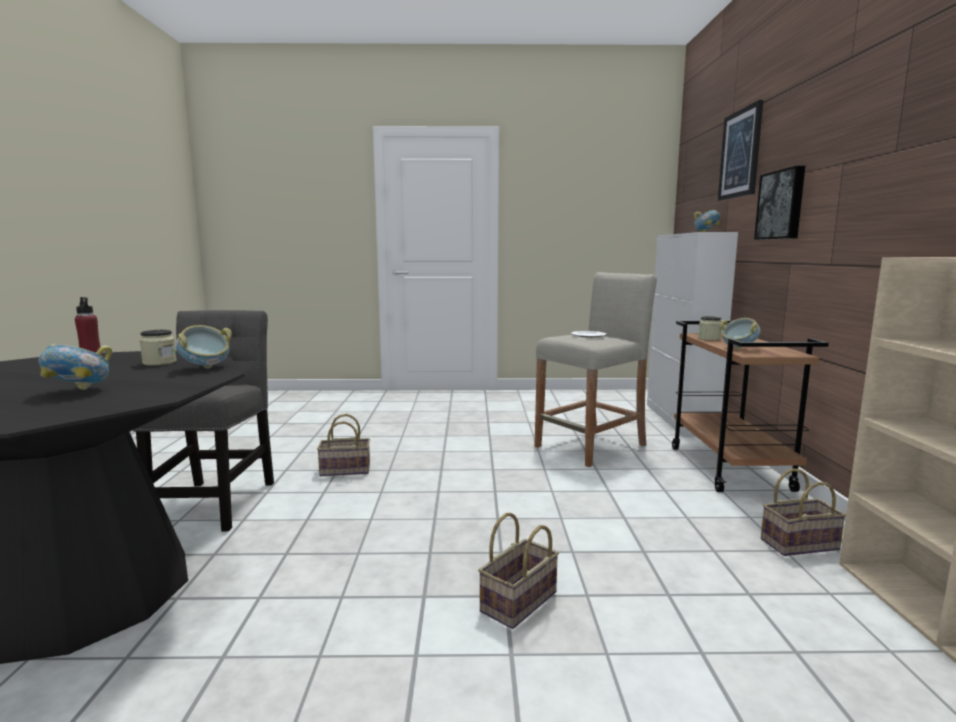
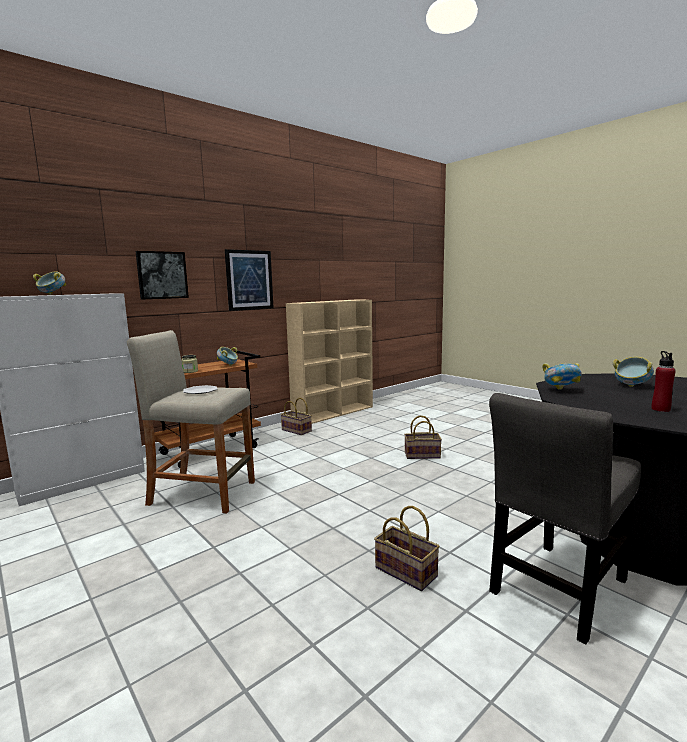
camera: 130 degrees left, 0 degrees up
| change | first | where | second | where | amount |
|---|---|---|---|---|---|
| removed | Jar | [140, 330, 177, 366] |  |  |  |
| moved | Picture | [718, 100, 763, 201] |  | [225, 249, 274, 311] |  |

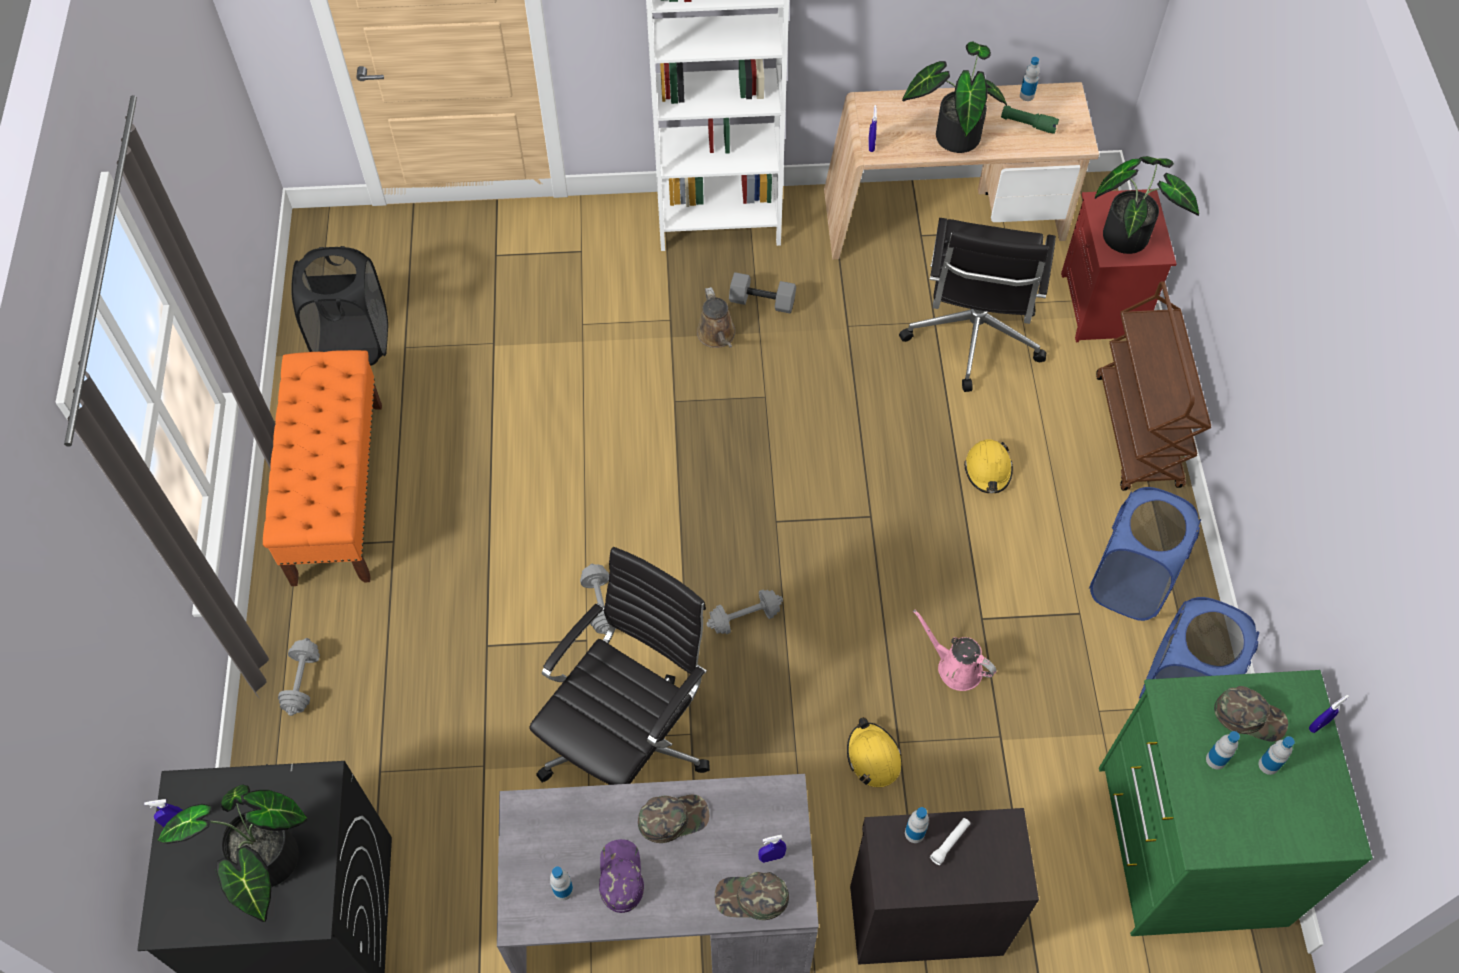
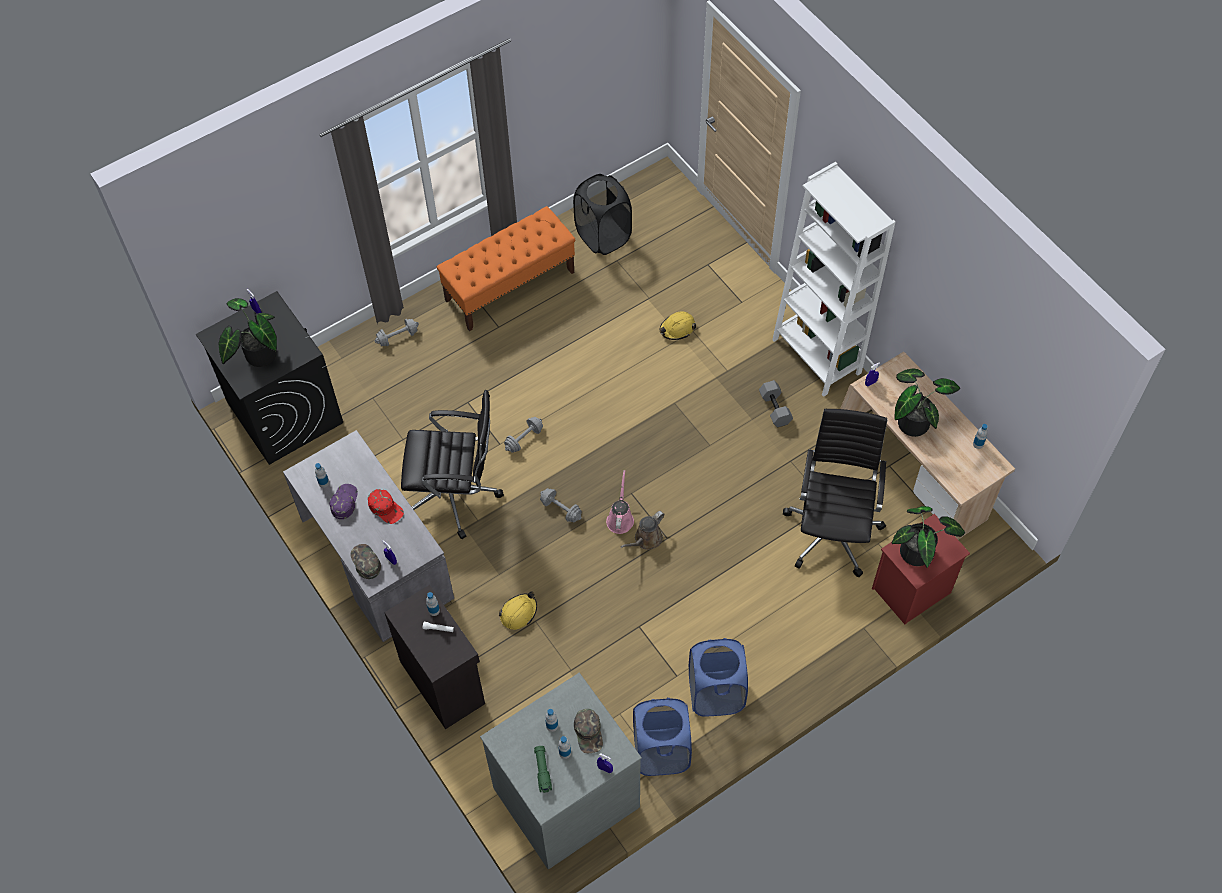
camera: 60 degrees right, 0 degrees up
| change | first | where | second | where | amount |
|---|---|---|---|---|---|
| turned | PurpleCap | [599, 839, 644, 913] |  | [330, 484, 358, 519] | 45 degrees counterclockwise |
| recoloured | GreenCap | [638, 794, 710, 843] | RedCap | [368, 489, 404, 524] |  |
| moved | BrownWateringCan | [697, 287, 736, 348] |  | [620, 511, 664, 550] |  |
| turned | BlackOfficeChair | [899, 218, 1056, 392] |  | [783, 409, 888, 577] | 120 degrees clockwise |
| moved | PinkWateringCan | [913, 609, 996, 691] |  | [606, 470, 634, 534] |  |
| moved | YellowHardHat | [964, 439, 1013, 494] |  | [660, 312, 696, 340] |  |
| moved | GreenFlashlight | [1001, 105, 1059, 134] |  | [534, 746, 552, 793] |  |
| removed | BrownCart | [1096, 281, 1211, 491] |  |  |  |
| recoloured | GreenDresser | [1099, 670, 1373, 936] | GreyDresser | [480, 673, 642, 869] |  |

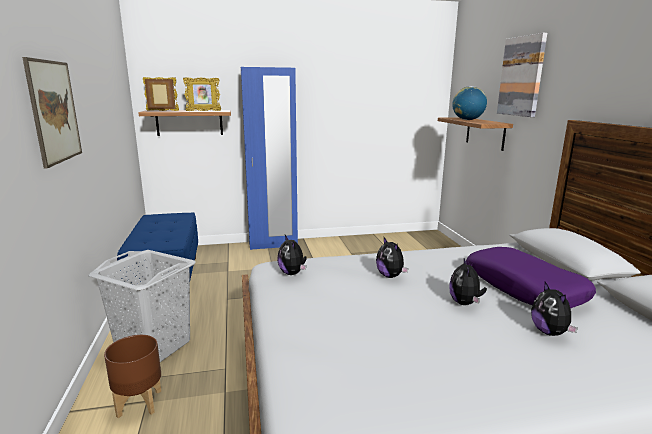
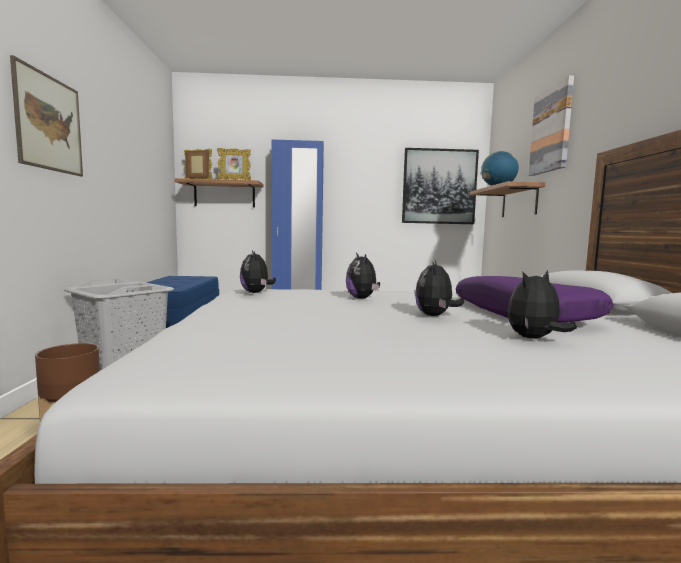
camera: 10 degrees right, 10 degrees down
| change | first | where | second | where | amount |
|---|---|---|---|---|---|
| turned | PlushToy | [531, 282, 578, 336] |  | [507, 270, 577, 338] | 60 degrees clockwise |
| added |  |  | Picture | [402, 148, 479, 224] |  |

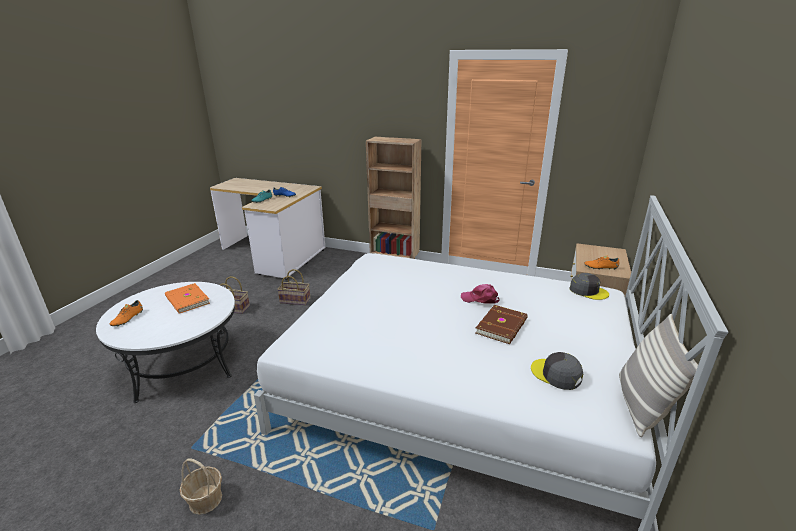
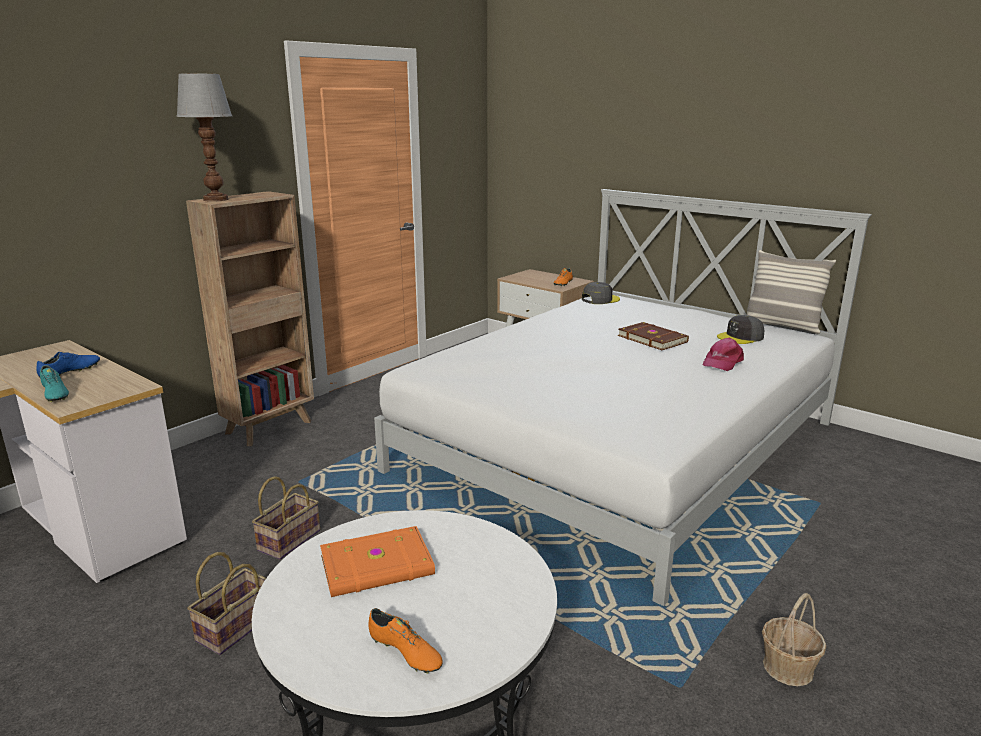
camera: 70 degrees left, 5 degrees down
| change | first | where | second | where | amount |
|---|---|---|---|---|---|
| moved | PinkCap | [461, 284, 500, 304] |  | [703, 338, 744, 371] |  |
| added |  |  | TableLamp | [176, 73, 232, 202] |  |

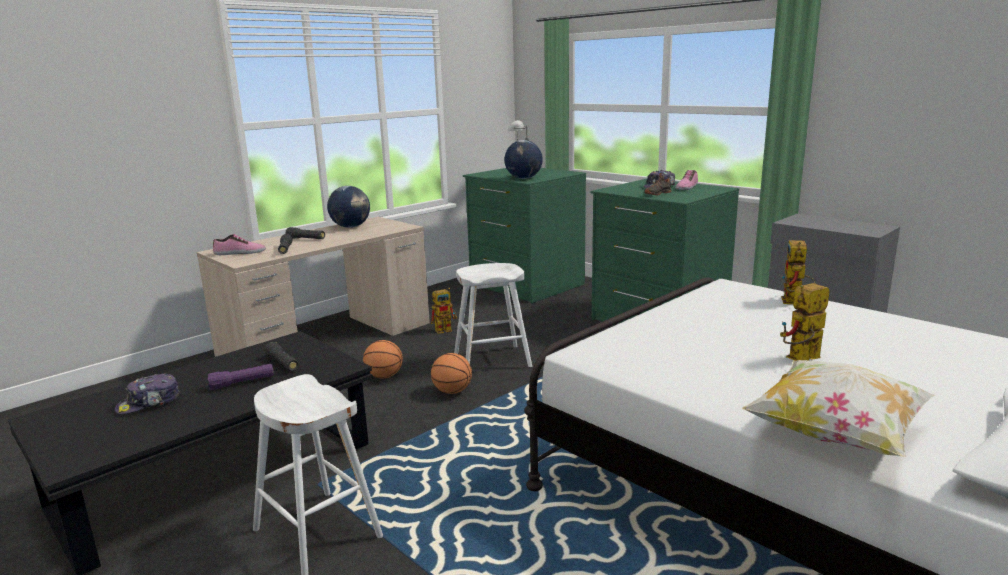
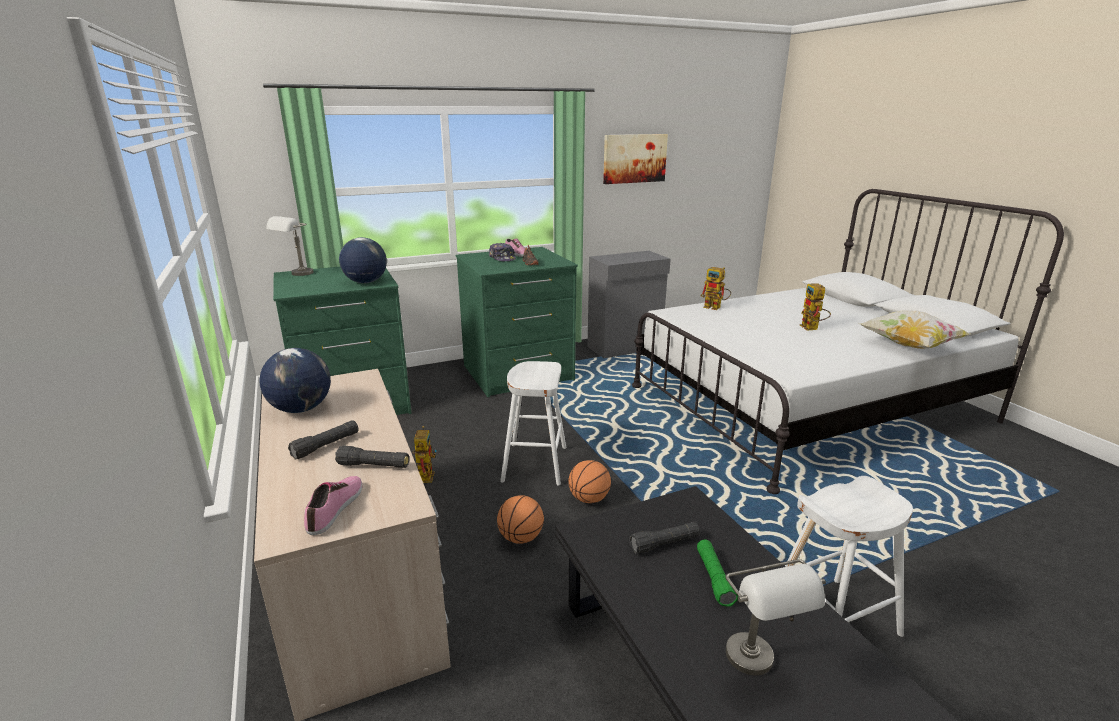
camera: 70 degrees left, 5 degrees up
| change | first | where | second | where | amount |
|---|---|---|---|---|---|
| replaced | Cap | [115, 373, 180, 414] | GreyTableLamp | [725, 559, 826, 675] |  |
| recoloured | PurpleFlashlight | [207, 364, 274, 390] | GreenFlashlight | [697, 539, 738, 607] |  |
| added |  |  | Picture | [603, 134, 668, 184] |  |

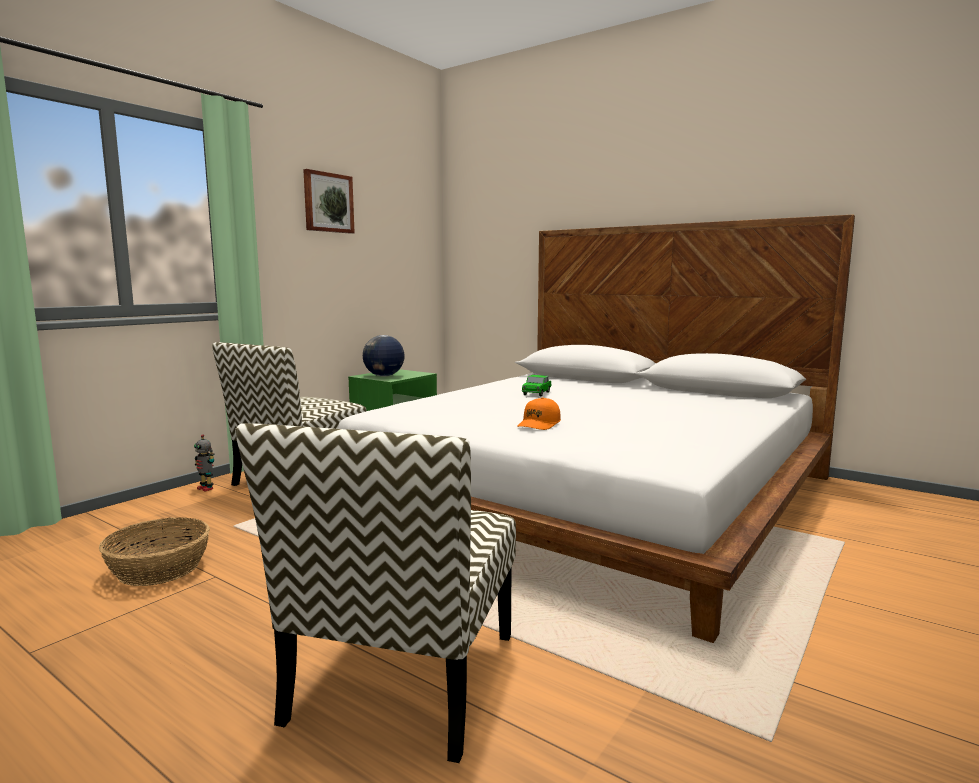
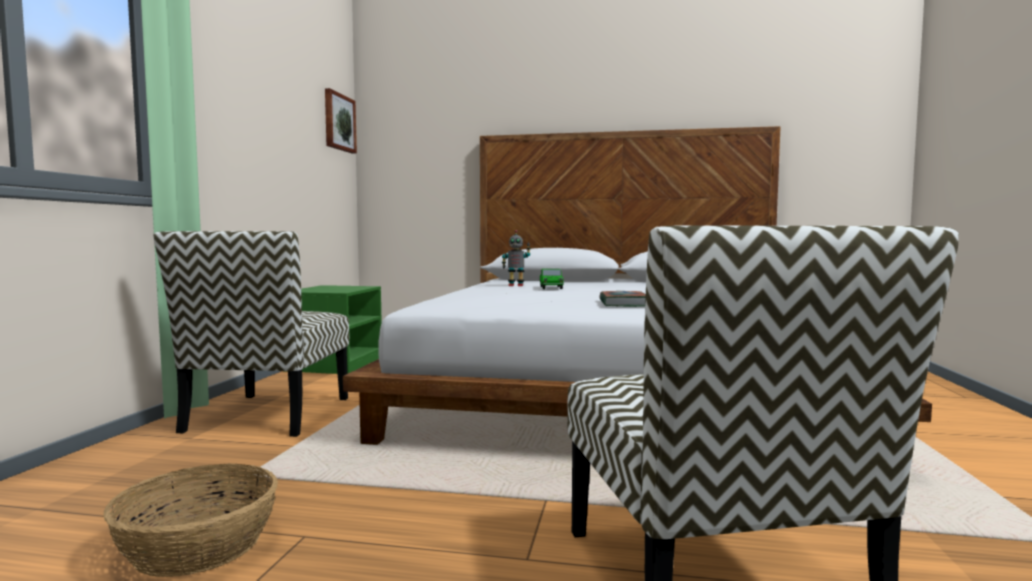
camera: 25 degrees left, 5 degrees down
| change | first | where | second | where | amount |
|---|---|---|---|---|---|
| moved | ToyRobot | [194, 434, 215, 492] |  | [502, 230, 531, 286] |  |
| moved | Picture | [303, 169, 355, 234] |  | [325, 88, 357, 153] |  |
| removed | Globe | [363, 335, 405, 377] |  |  |  |
| replaced | OrangeCap | [517, 397, 561, 430] | Book | [599, 291, 646, 307] |  |

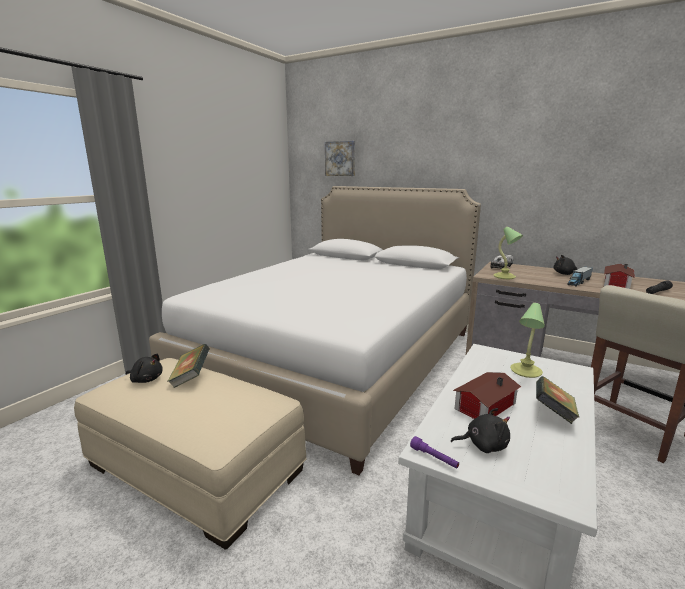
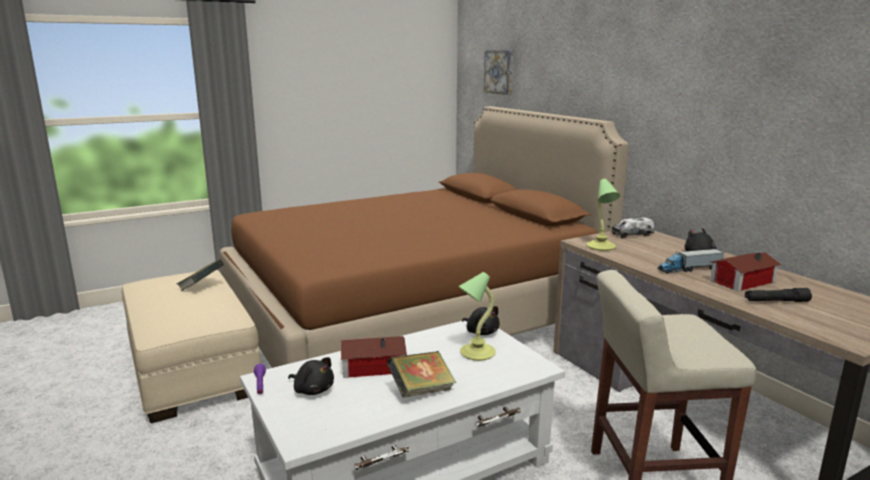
camera: 30 degrees right, 0 degrees up
| change | first | where | second | where | amount |
|---|---|---|---|---|---|
| moved | BlackPlushToy | [126, 354, 162, 383] |  | [462, 306, 500, 335] |  |
| recoloured | WhiteBed | [149, 186, 481, 475] | BrownBed | [219, 106, 629, 368] |  |

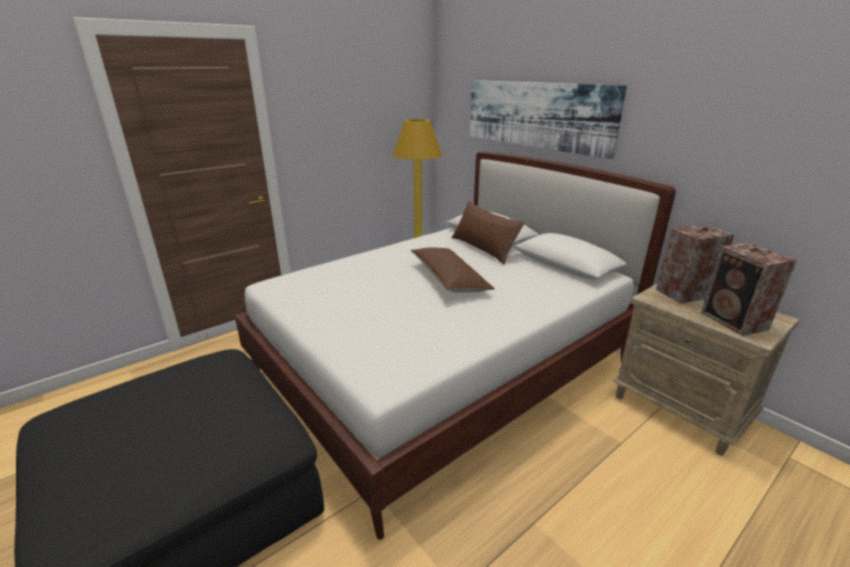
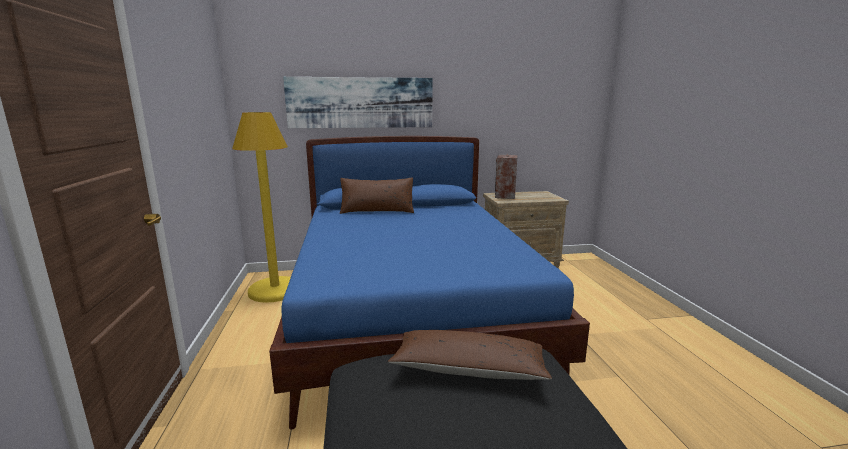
camera: 60 degrees left, 10 degrees down
| change | first | where | second | where | amount |
|---|---|---|---|---|---|
| recoloured | WhiteBed | [234, 151, 676, 540] | BlueBed | [269, 136, 590, 430] |  |
| moved | BrownPillow | [411, 248, 495, 292] |  | [388, 330, 552, 380] |  |
| removed | Speaker | [701, 243, 797, 336] |  |  |  |

